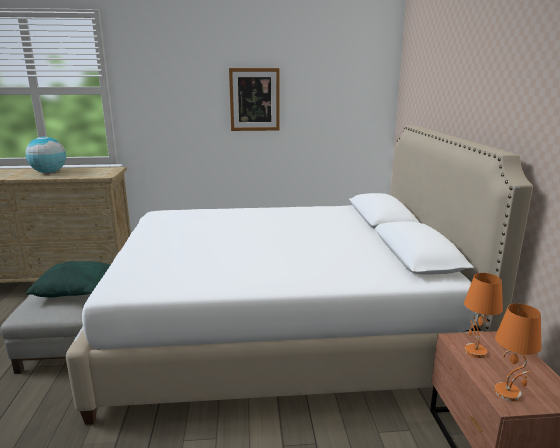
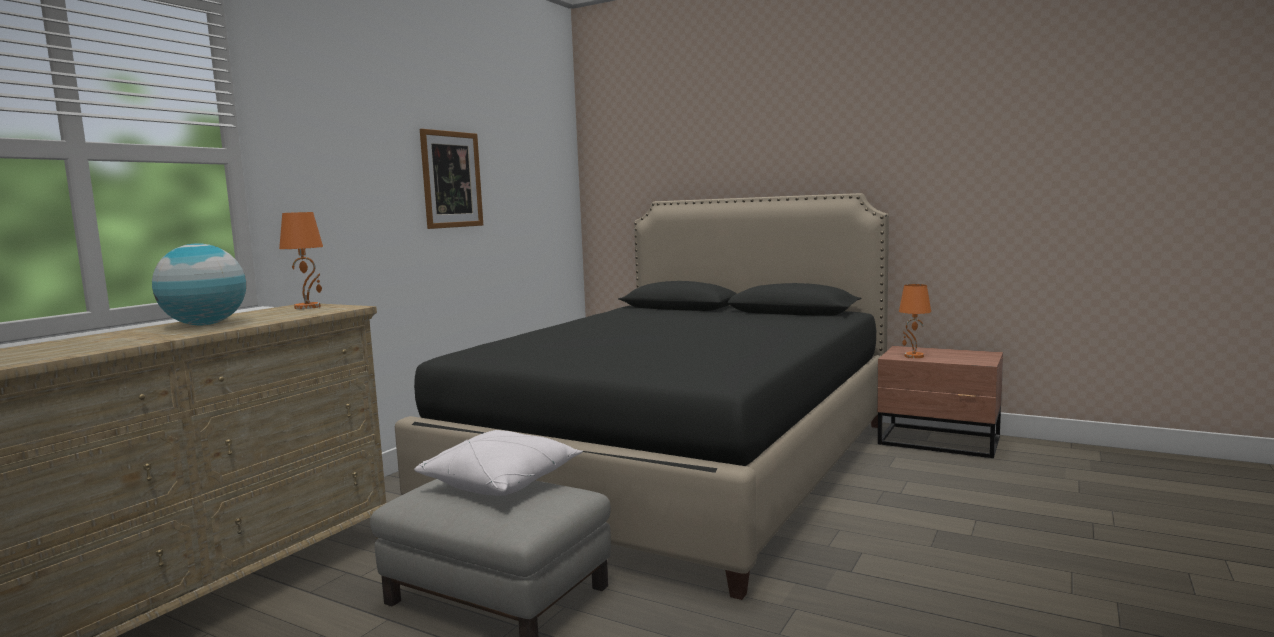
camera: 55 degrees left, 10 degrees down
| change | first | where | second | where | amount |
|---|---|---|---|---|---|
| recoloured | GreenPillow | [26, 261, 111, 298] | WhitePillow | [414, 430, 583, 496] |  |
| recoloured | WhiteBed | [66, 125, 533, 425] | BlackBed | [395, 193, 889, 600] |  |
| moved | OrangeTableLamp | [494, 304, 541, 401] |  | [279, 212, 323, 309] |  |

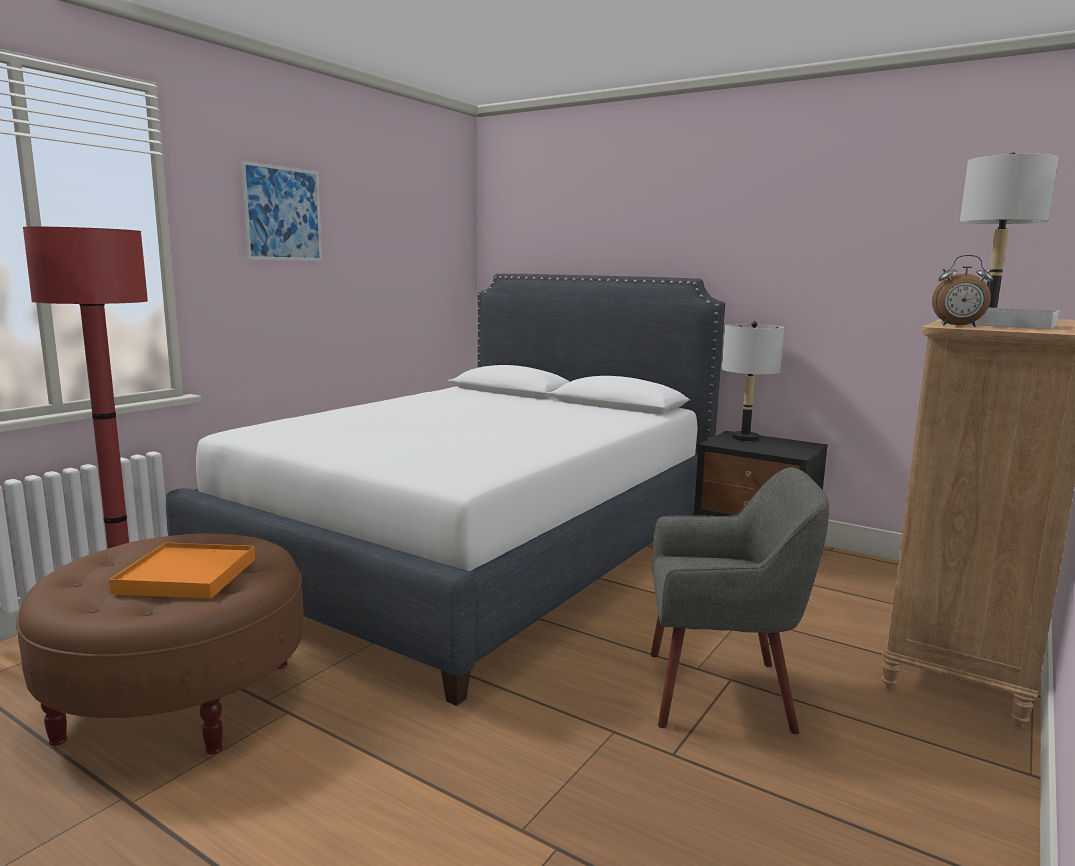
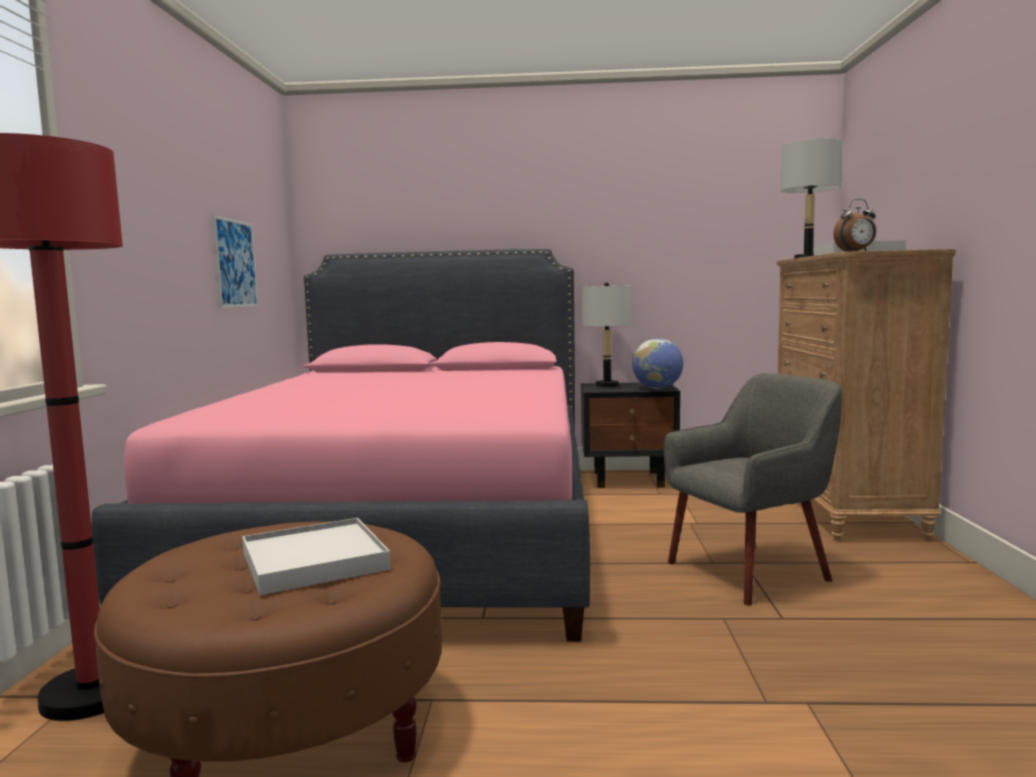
camera: 30 degrees left, 5 degrees down
| change | first | where | second | where | amount |
|---|---|---|---|---|---|
| recoloured | OrangeTray | [109, 542, 255, 599] | WhiteTray | [242, 518, 391, 595] |  |
| recoloured | WhiteBed | [166, 274, 725, 706] | PinkBed | [91, 249, 590, 642] |  |
| moved | Picture | [241, 161, 322, 261] |  | [212, 215, 258, 308] |  |
| added |  |  | Globe | [632, 338, 683, 389] |  |

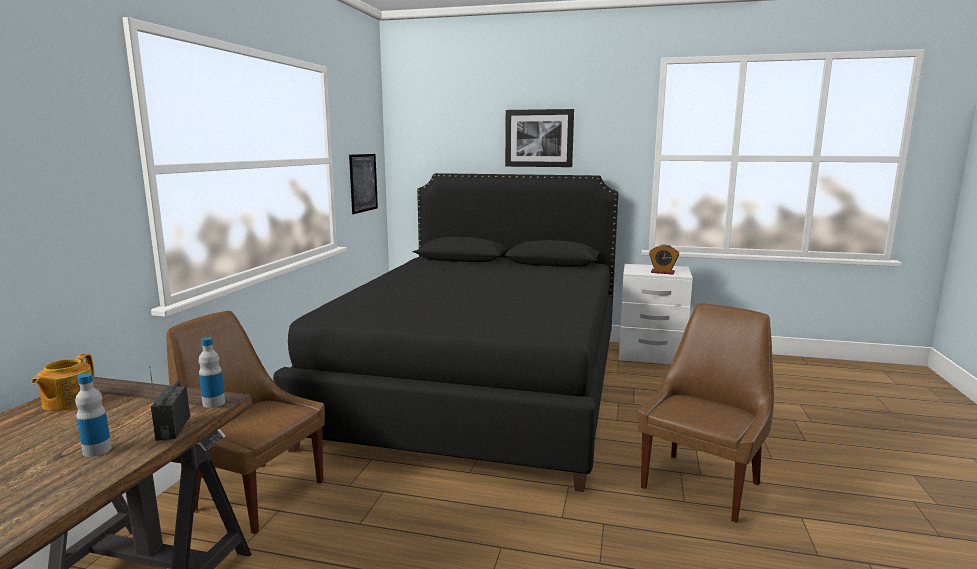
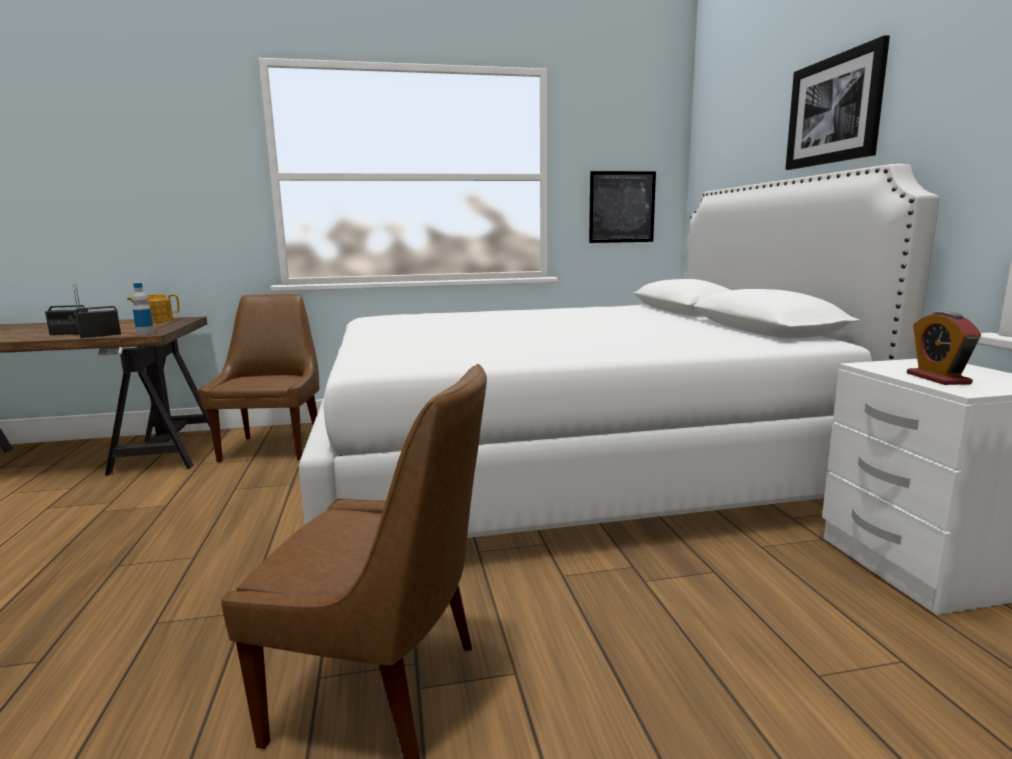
camera: 65 degrees right, 0 degrees up
| change | first | where | second | where | amount |
|---|---|---|---|---|---|
| replaced | Bottle | [75, 373, 112, 457] | Radio | [45, 284, 88, 335] |  |
| recoloured | BlackBed | [273, 173, 618, 492] | WhiteBed | [299, 164, 939, 538] |  |

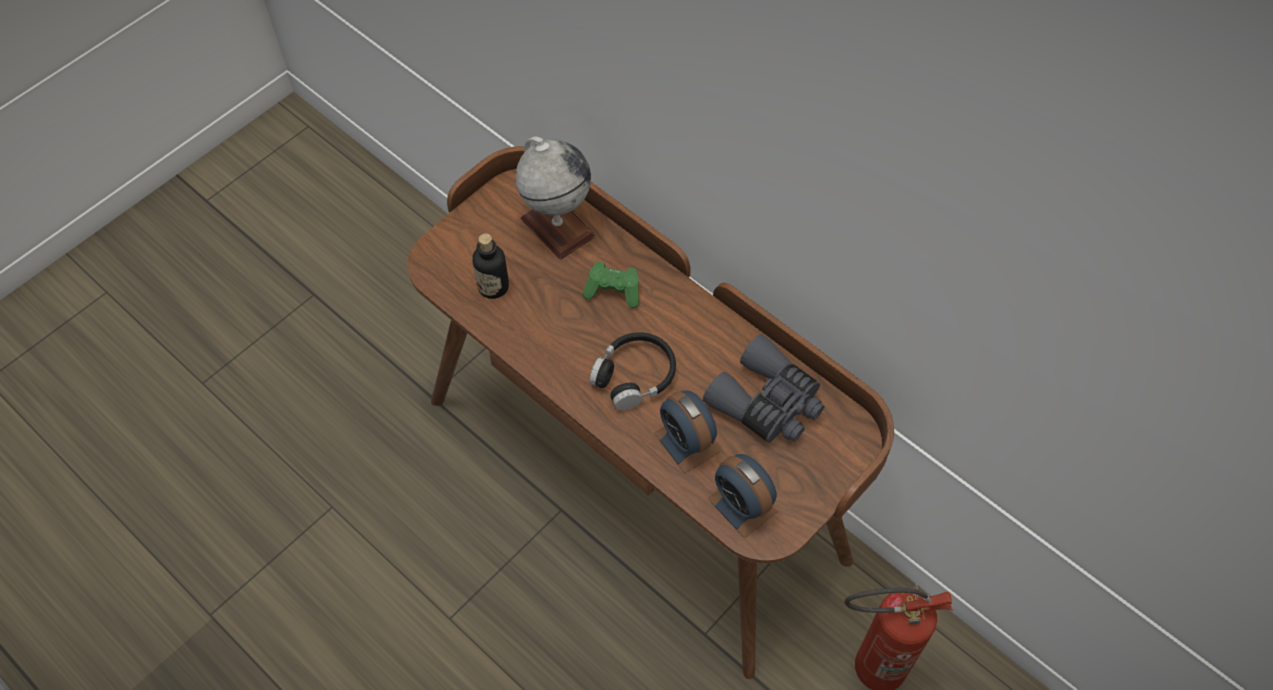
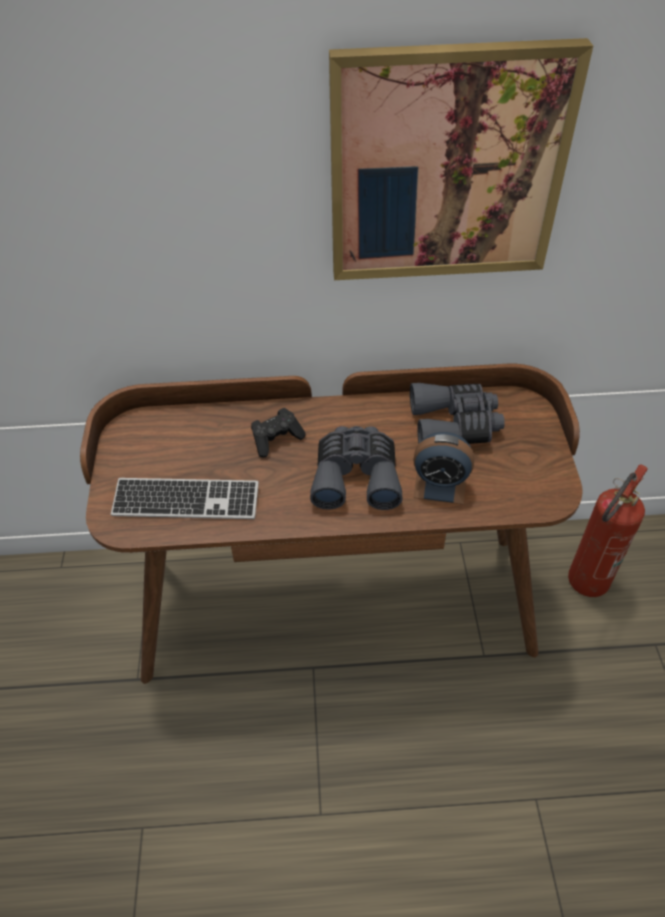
camera: 45 degrees left, 10 degrees down
| change | first | where | second | where | amount |
|---|---|---|---|---|---|
| replaced | Bottle | [473, 233, 509, 299] | Keyboard | [111, 478, 259, 519] |  |
| removed | Globe | [516, 136, 596, 260] |  |  |  |
| recoloured | GreenGameController | [582, 261, 639, 308] | BlackGameController | [251, 408, 306, 458] |  |
| replaced | BlackHeadphones | [590, 332, 676, 410] | GreyBinoculars | [310, 426, 402, 510] |  |
| removed | AlarmClock | [707, 454, 777, 539] |  |  |  |
| added |  |  | Picture | [329, 38, 593, 280] |  |

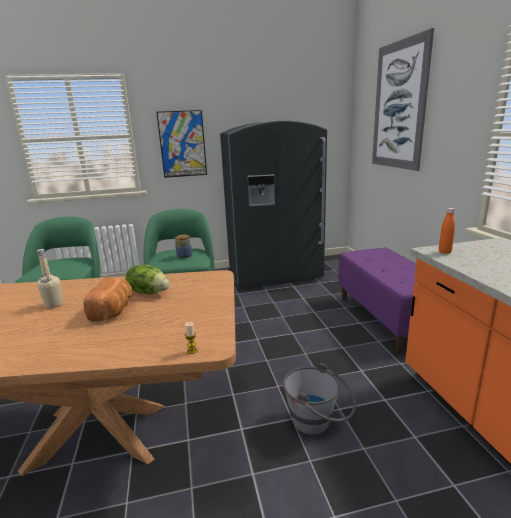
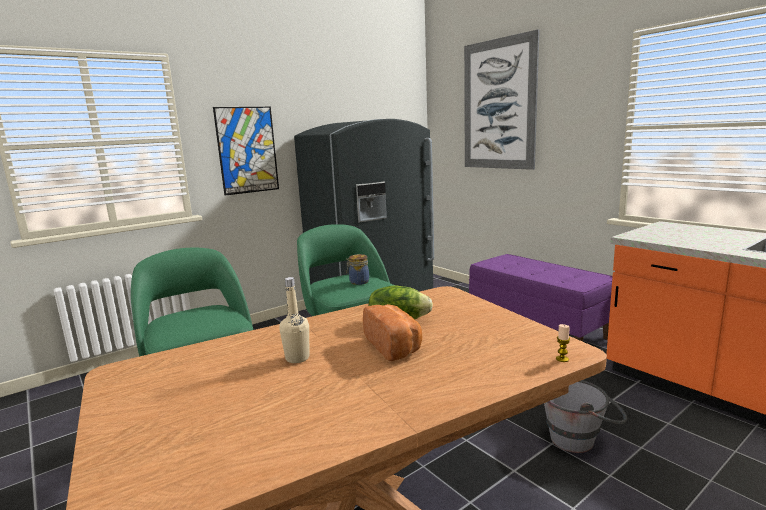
camera: 25 degrees left, 5 degrees down
| change | first | where | second | where | amount |
|---|---|---|---|---|---|
| removed | OrangeBottle | [439, 208, 455, 254] |  |  |  |

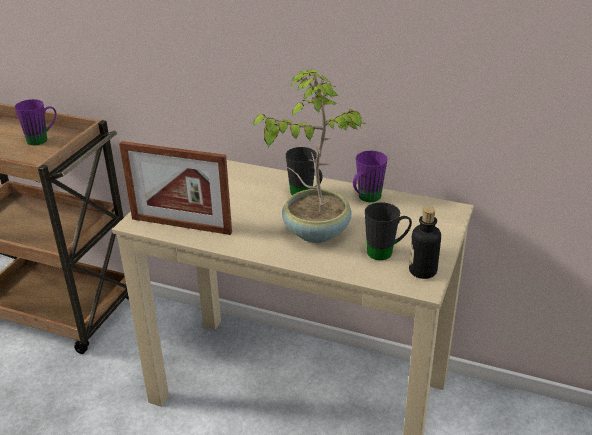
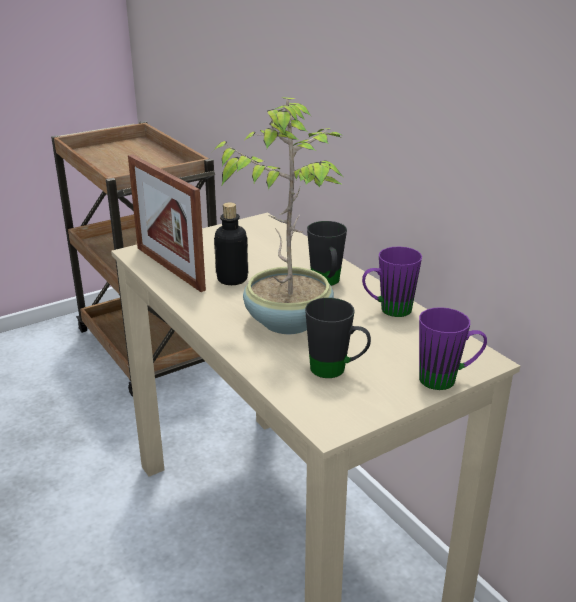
camera: 35 degrees right, 5 degrees down
| change | first | where | second | where | amount |
|---|---|---|---|---|---|
| moved | PurpleMug | [15, 99, 56, 145] |  | [419, 307, 487, 390] |  |
| moved | Bottle | [409, 207, 441, 279] |  | [214, 202, 248, 285] |  |

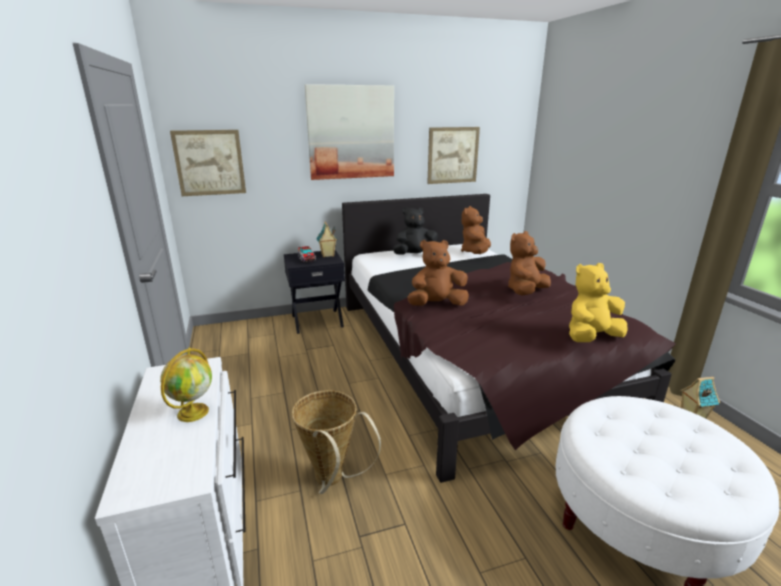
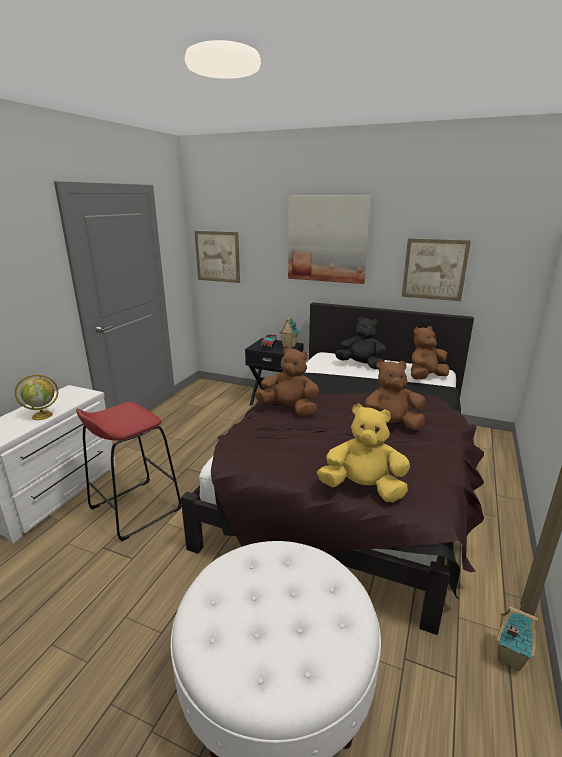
camera: 40 degrees right, 0 degrees up
| change | first | where | second | where | amount |
|---|---|---|---|---|---|
| replaced | Basket | [292, 390, 381, 494] | RedStool | [76, 402, 182, 541] |  |

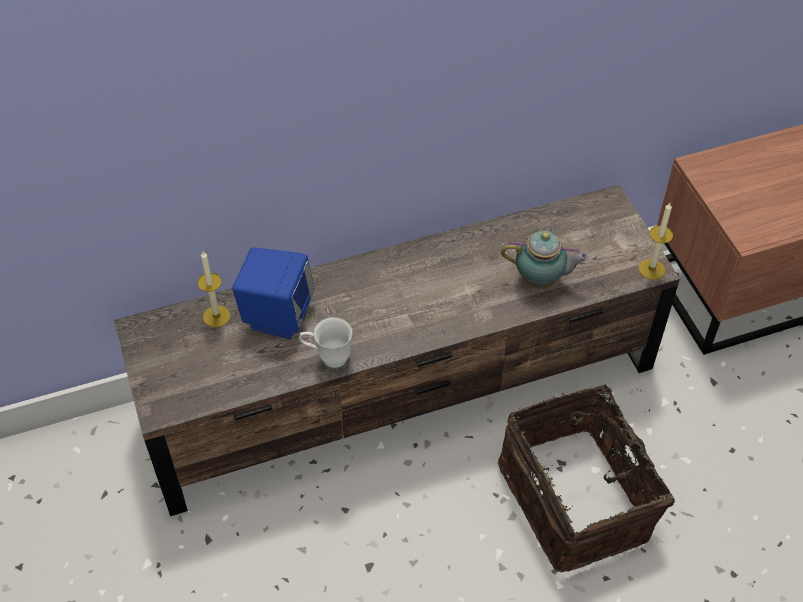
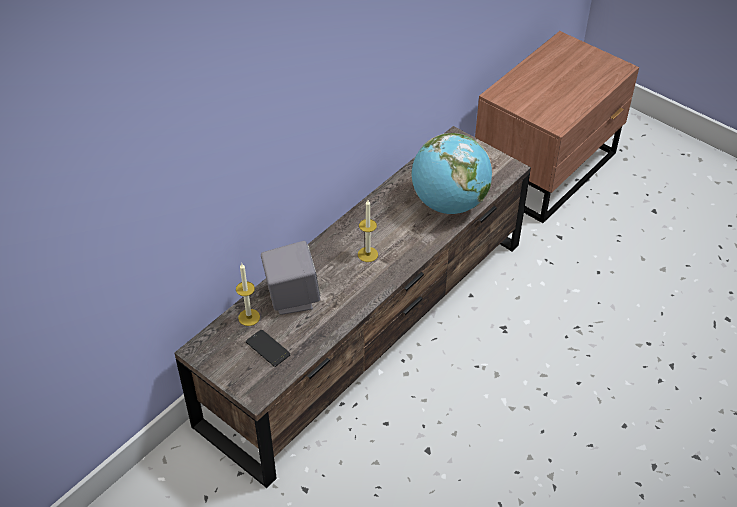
camera: 30 degrees left, 5 degrees down
| change | first | where | second | where | amount |
|---|---|---|---|---|---|
| recoloured | BlueSpeaker | [232, 247, 315, 339] | GreySpeaker | [261, 241, 321, 315] |  |
| removed | WhiteMug | [299, 317, 353, 369] |  |  |  |
| removed | Basket | [498, 384, 675, 572] |  |  |  |
| replaced | Teapot | [501, 231, 588, 289] | Globe | [411, 133, 492, 214] |  |
| moved | Candle | [639, 203, 673, 280] |  | [358, 200, 378, 262] |  |
| added |  |  | Phone | [246, 330, 291, 367] |  |

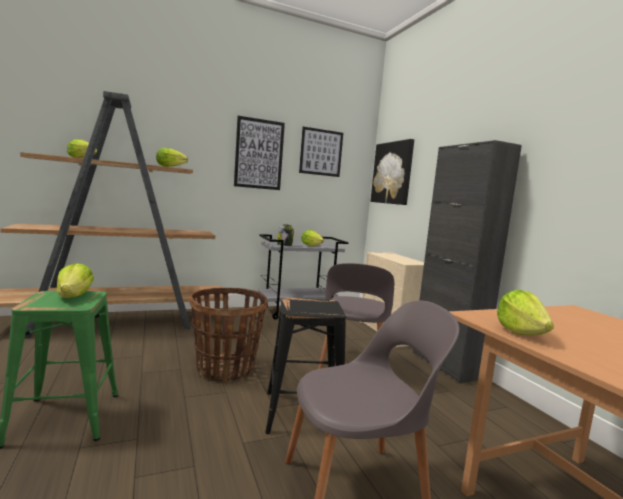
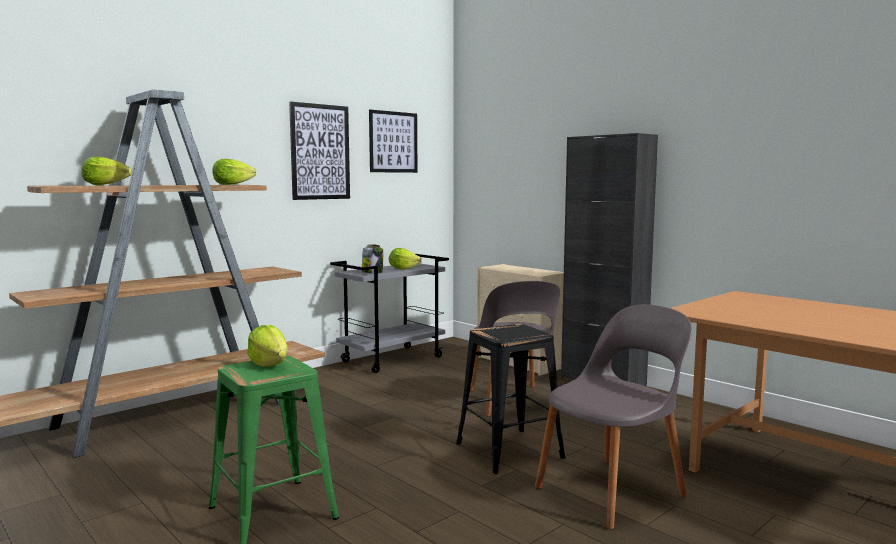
camera: 20 degrees left, 0 degrees up
| change | first | where | second | where | amount |
|---|---|---|---|---|---|
| removed | Basket | [189, 288, 268, 382] |  |  |  |
| removed | Picture | [370, 139, 414, 205] |  |  |  |
| removed | Lettuce | [497, 290, 554, 336] |  |  |  |

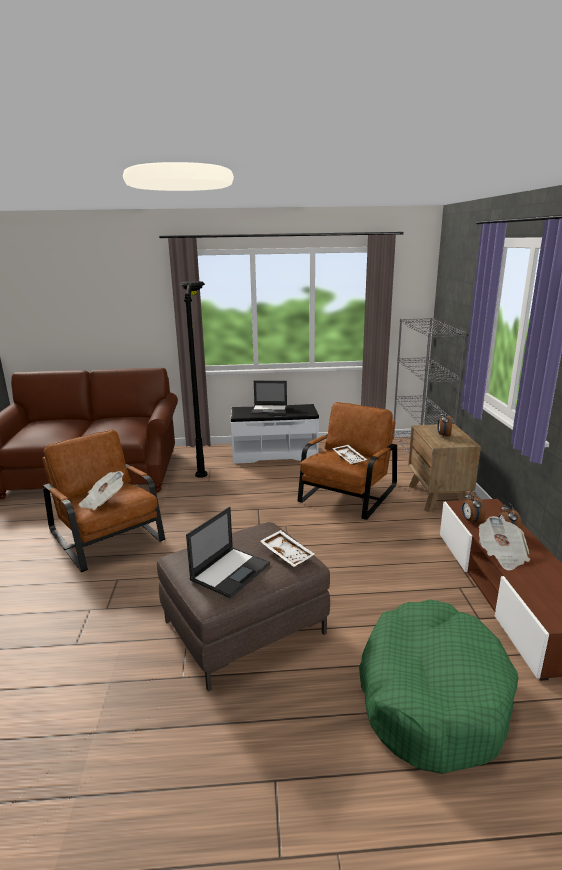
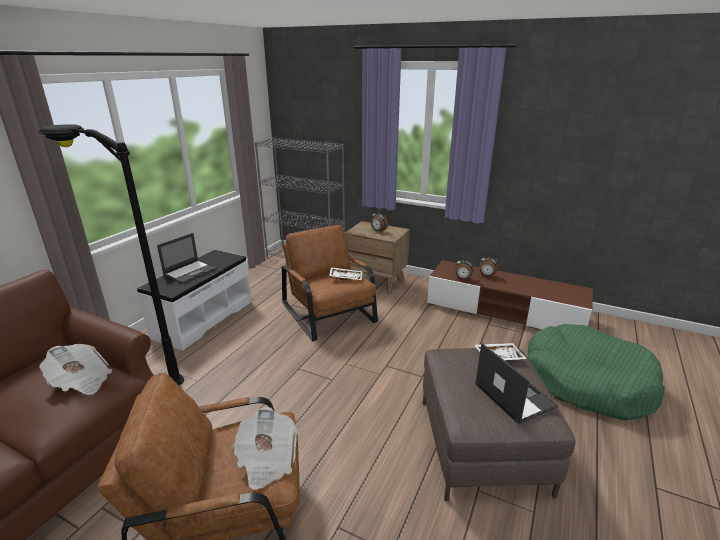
camera: 60 degrees left, 5 degrees up
| change | first | where | second | where | amount |
|---|---|---|---|---|---|
| moved | Newspaper | [479, 516, 530, 571] |  | [39, 344, 112, 395] |  |

